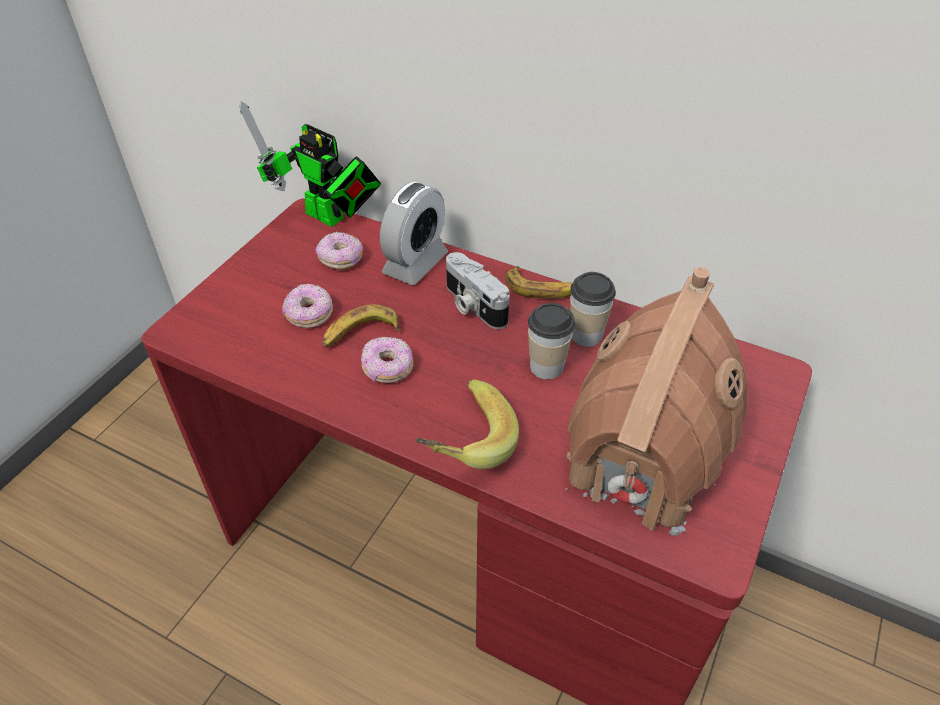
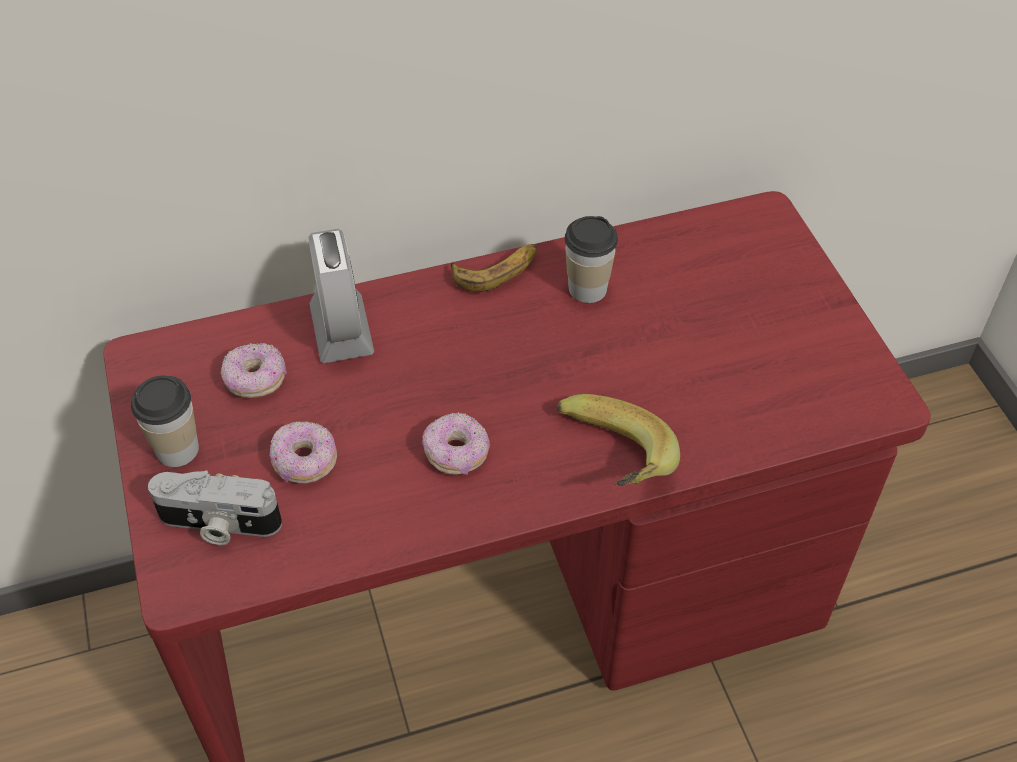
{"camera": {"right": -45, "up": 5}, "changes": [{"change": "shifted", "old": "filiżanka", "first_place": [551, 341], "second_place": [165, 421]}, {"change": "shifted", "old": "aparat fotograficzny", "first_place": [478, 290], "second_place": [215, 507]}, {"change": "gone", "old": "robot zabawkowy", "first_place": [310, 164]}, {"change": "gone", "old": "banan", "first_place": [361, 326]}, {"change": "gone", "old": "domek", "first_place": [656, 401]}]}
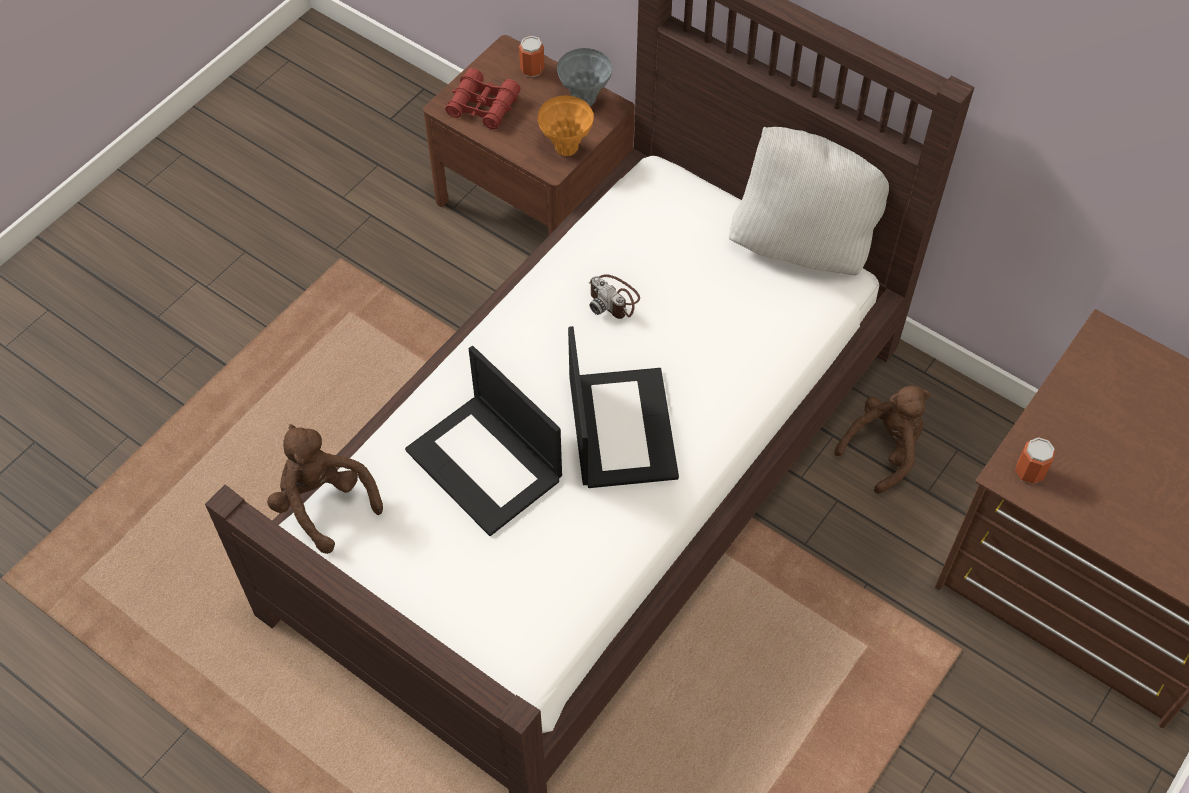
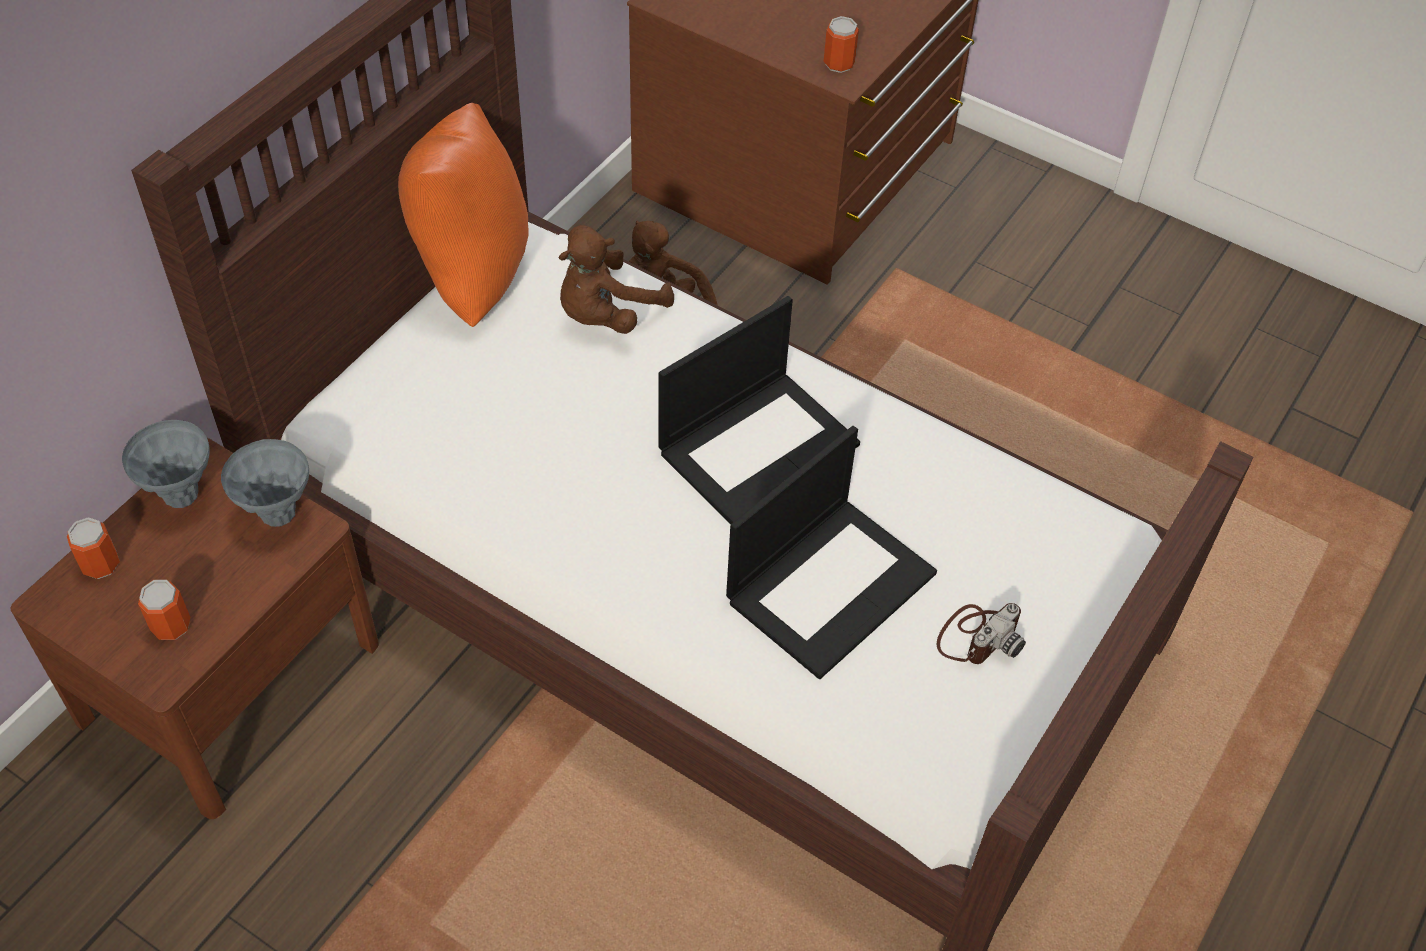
{"camera": {"right": -95, "up": -5}, "changes": [{"change": "swapped", "old": "lornetka (czerwony)", "new": "puszka", "first_place": [482, 99], "second_place": [164, 610]}, {"change": "repainted", "old": "wazon (pomarańczowy)", "new": "wazon (szary)", "first_place": [566, 126], "second_place": [265, 483]}, {"change": "repainted", "old": "poduszka (biały)", "new": "poduszka (pomarańczowy)", "first_place": [809, 201], "second_place": [463, 215]}, {"change": "shifted", "old": "pluszak (brązowy)", "first_place": [325, 489], "second_place": [616, 279]}, {"change": "rotated", "old": "laptop", "first_place": [623, 407], "second_place": [759, 410], "degrees": 150}, {"change": "shifted", "old": "aparat fotograficzny", "first_place": [614, 296], "second_place": [981, 633]}]}
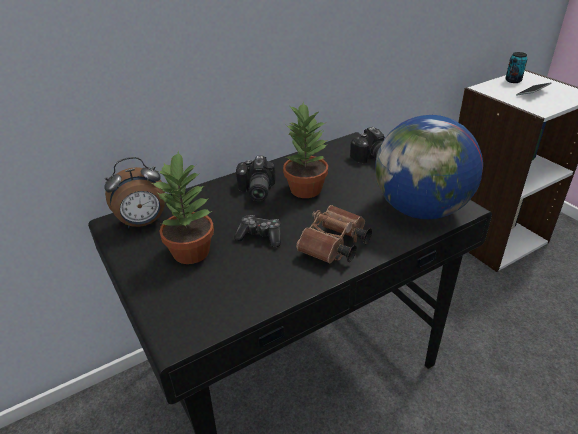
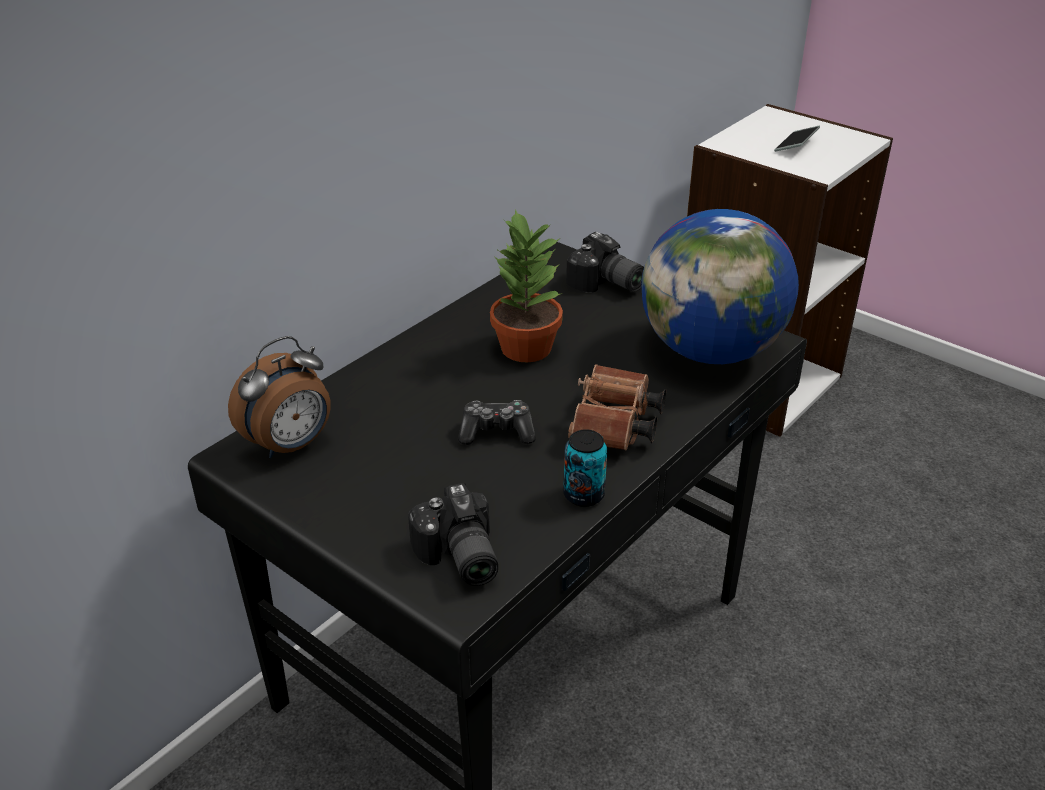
{"camera": {"right": -20, "up": 0}, "changes": [{"change": "shifted", "old": "aparat fotograficzny", "first_place": [256, 179], "second_place": [453, 534]}, {"change": "shifted", "old": "puszka", "first_place": [516, 67], "second_place": [585, 468]}, {"change": "gone", "old": "roślina doniczkowa", "first_place": [183, 207]}]}
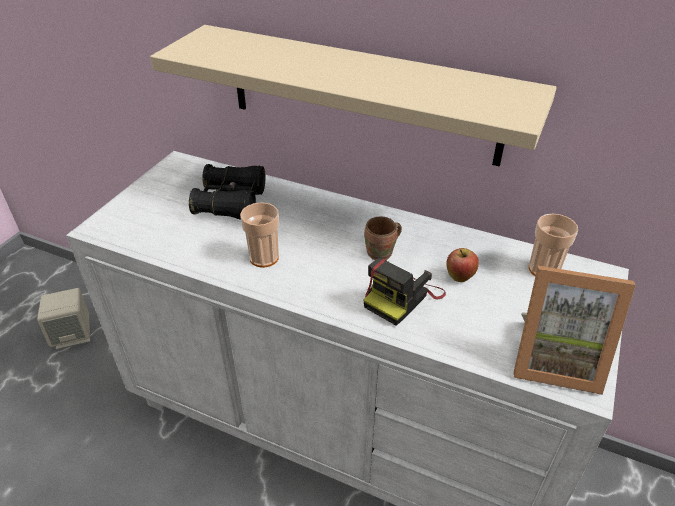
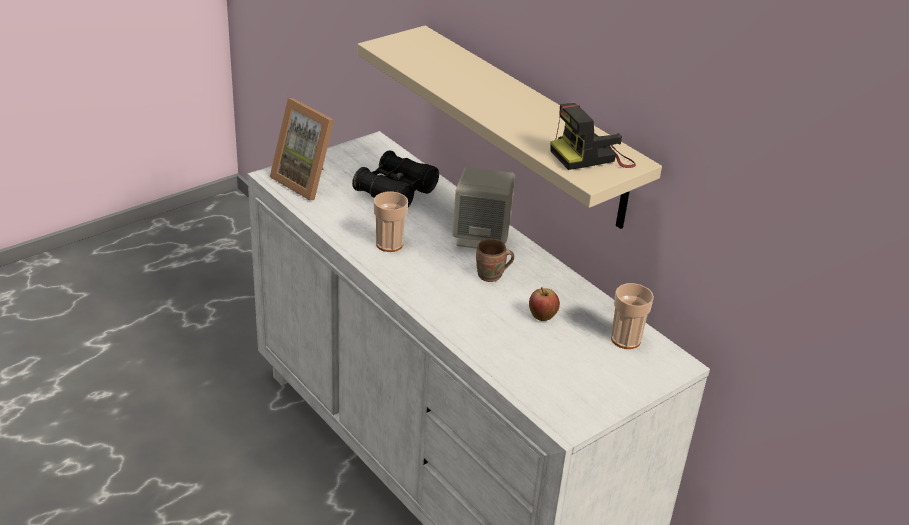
{"camera": {"right": 25, "up": -5}, "changes": [{"change": "shifted", "old": "ramka na zdjęcie", "first_place": [574, 330], "second_place": [302, 149]}, {"change": "shifted", "old": "głośnik (beżowy)", "first_place": [63, 319], "second_place": [483, 208]}, {"change": "shifted", "old": "aparat fotograficzny", "first_place": [405, 292], "second_place": [593, 136]}]}
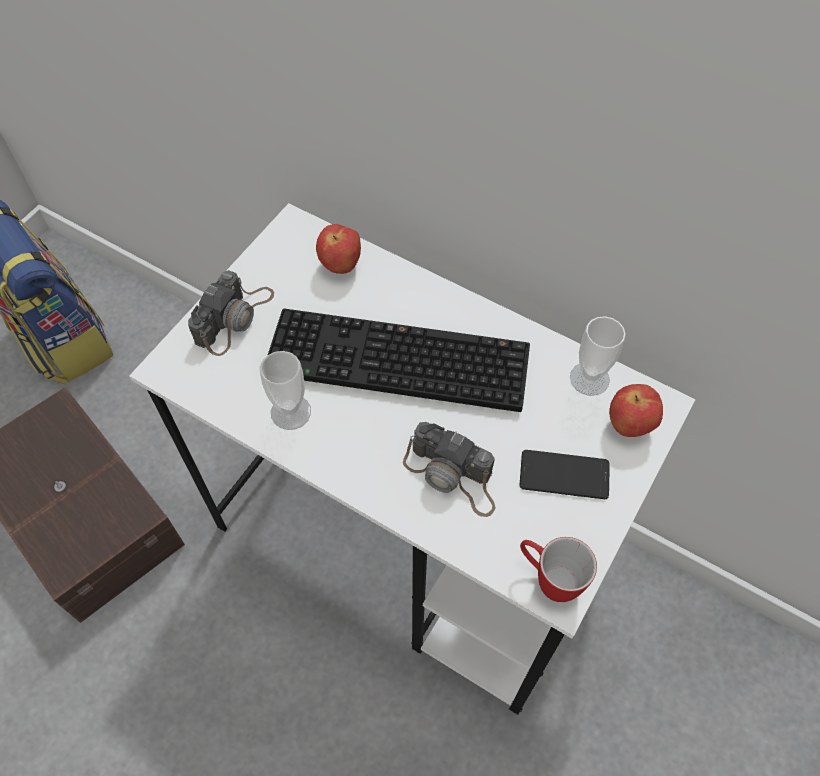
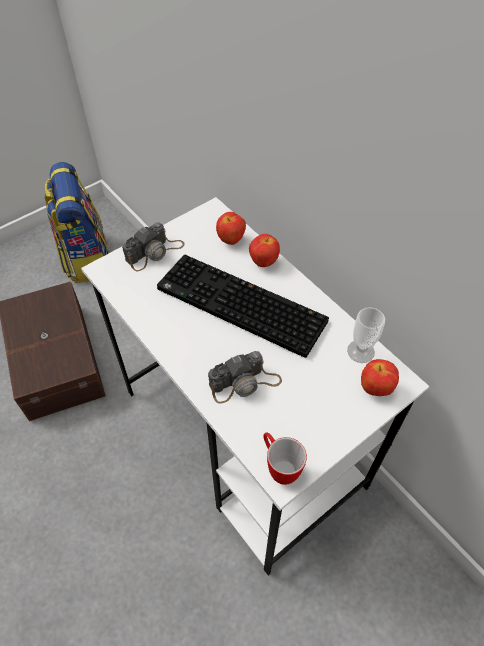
{"camera": {"right": 20, "up": -5}, "changes": [{"change": "rotated", "old": "aparat fotograficzny", "first_place": [449, 469], "second_place": [245, 377], "degrees": -75}, {"change": "new", "new": "jabłko", "second_place": [264, 250]}, {"change": "gone", "old": "filiżanka", "first_place": [285, 390]}, {"change": "gone", "old": "telefon", "first_place": [564, 474]}]}
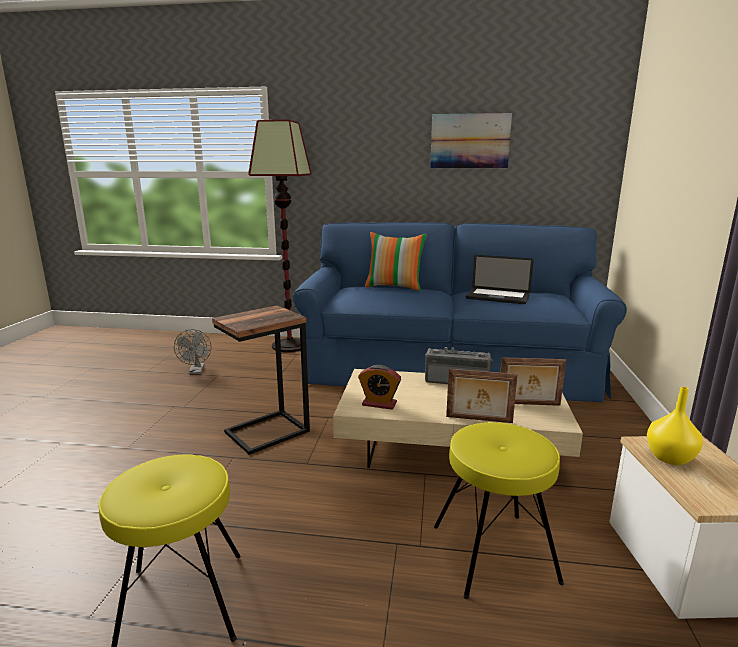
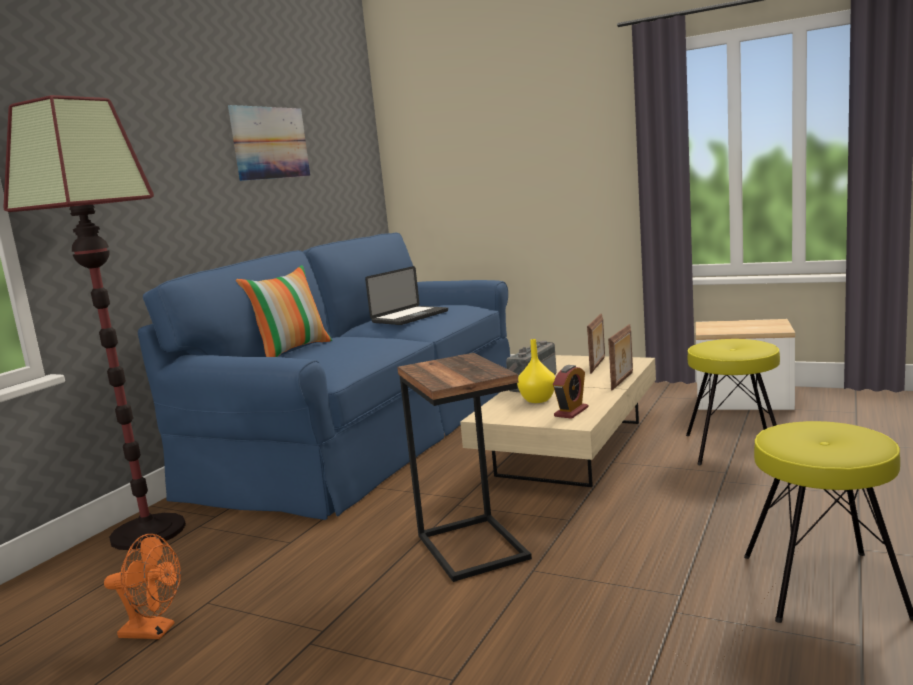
{"camera": {"right": -70, "up": -5}, "changes": [{"change": "repainted", "old": "wentylator (szary)", "new": "wentylator (pomarańczowy)", "first_place": [192, 351], "second_place": [142, 586]}, {"change": "shifted", "old": "wazon (żółty)", "first_place": [675, 426], "second_place": [536, 371]}]}
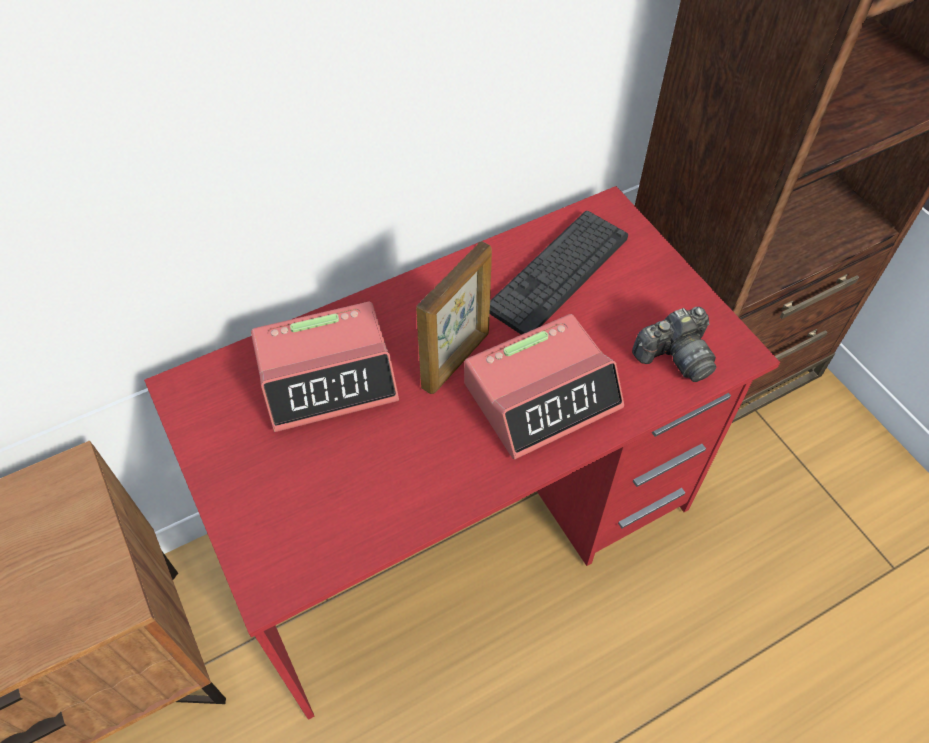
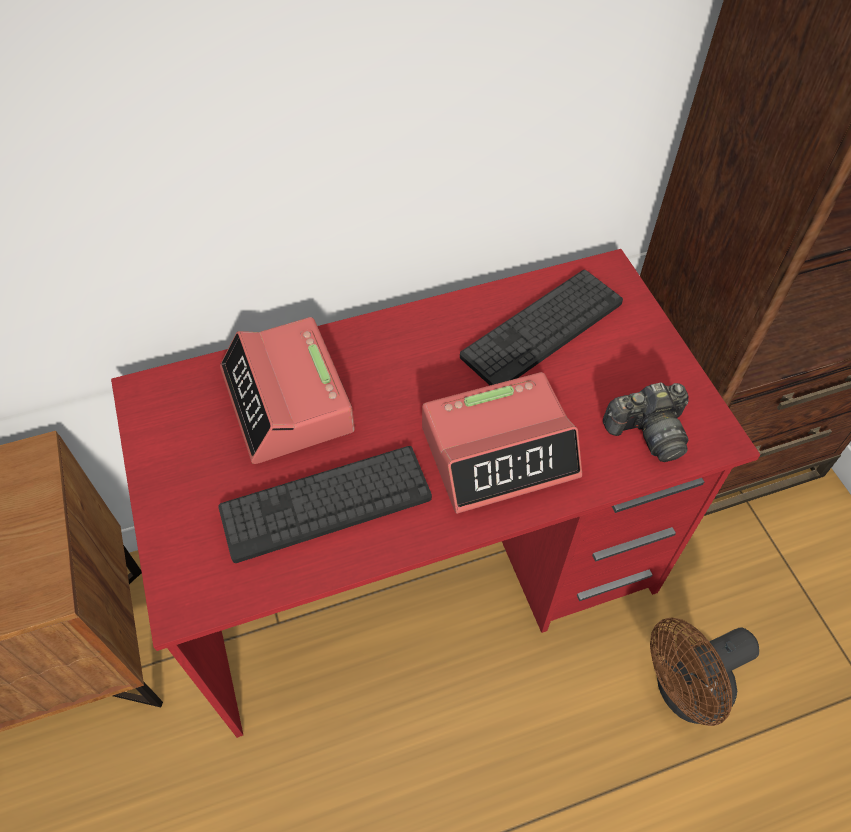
{"camera": {"right": 10, "up": 0}, "changes": [{"change": "new", "new": "klawiatura", "second_place": [325, 504]}, {"change": "rotated", "old": "budzik", "first_place": [325, 367], "second_place": [287, 390], "degrees": 75}, {"change": "new", "new": "wentylator (brązowy)", "second_place": [704, 671]}, {"change": "gone", "old": "ramka na zdjęcie", "first_place": [454, 317]}]}
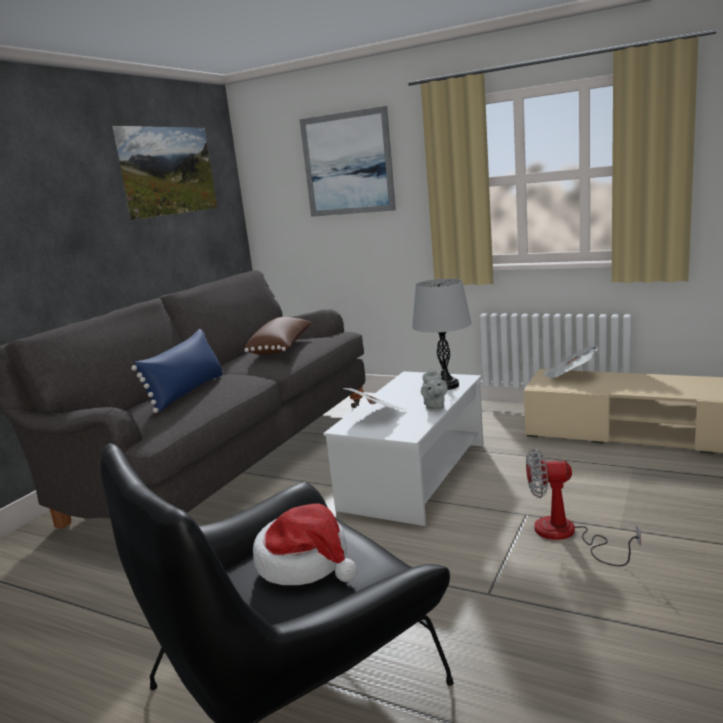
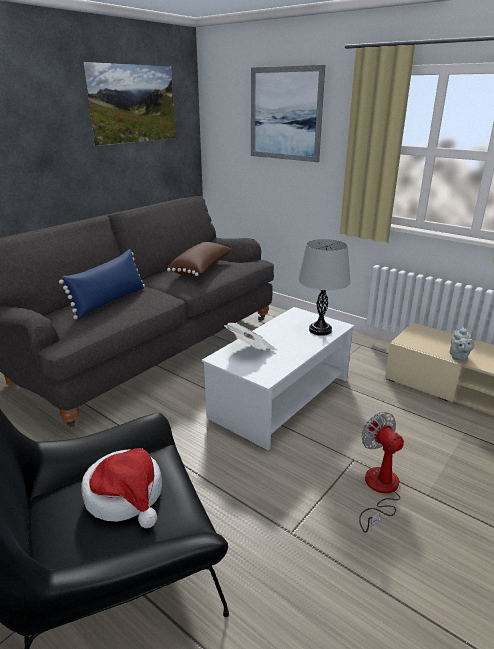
{"camera": {"right": 10, "up": 10}, "changes": [{"change": "rotated", "old": "wentylator", "first_place": [583, 507], "second_place": [381, 472], "degrees": 45}, {"change": "shifted", "old": "imbryk (szary)", "first_place": [434, 388], "second_place": [461, 344]}, {"change": "gone", "old": "gazeta", "first_place": [571, 362]}]}
